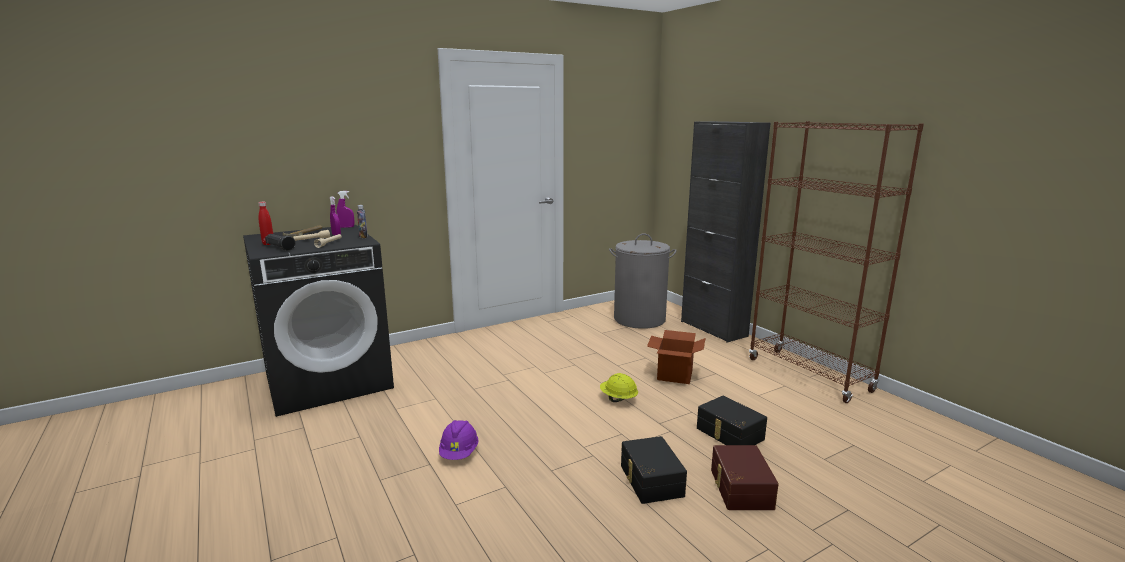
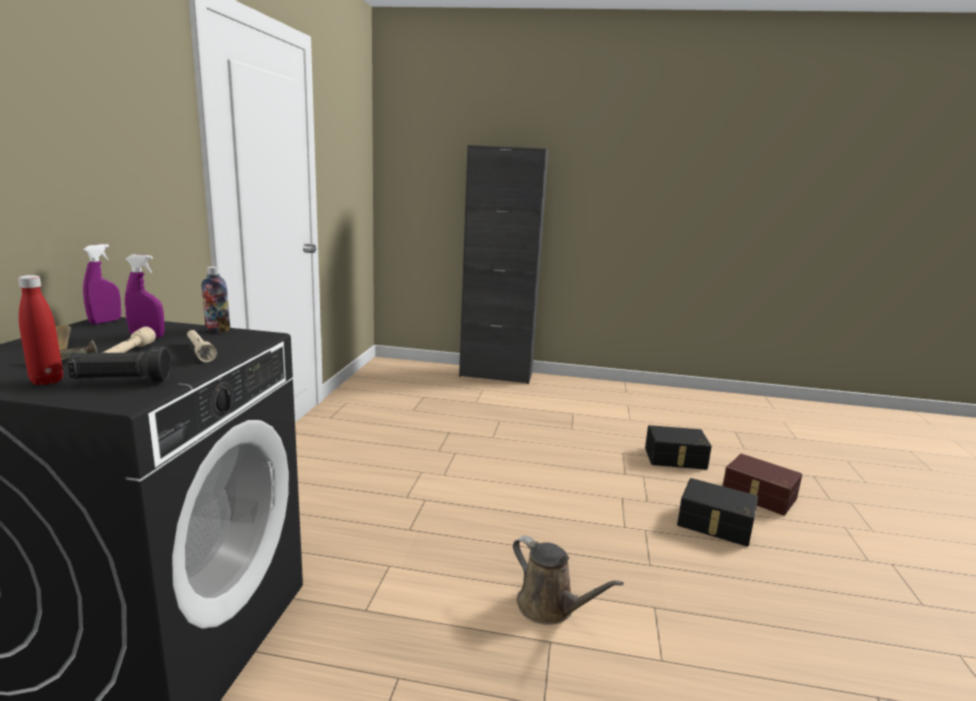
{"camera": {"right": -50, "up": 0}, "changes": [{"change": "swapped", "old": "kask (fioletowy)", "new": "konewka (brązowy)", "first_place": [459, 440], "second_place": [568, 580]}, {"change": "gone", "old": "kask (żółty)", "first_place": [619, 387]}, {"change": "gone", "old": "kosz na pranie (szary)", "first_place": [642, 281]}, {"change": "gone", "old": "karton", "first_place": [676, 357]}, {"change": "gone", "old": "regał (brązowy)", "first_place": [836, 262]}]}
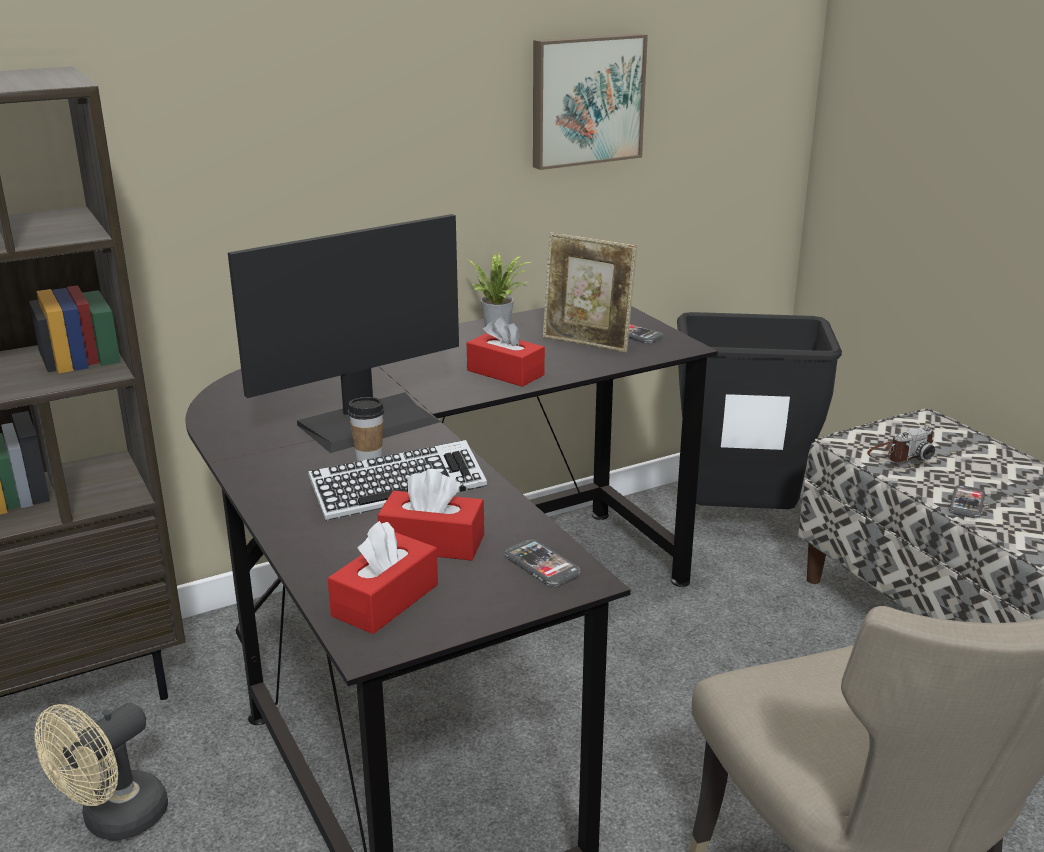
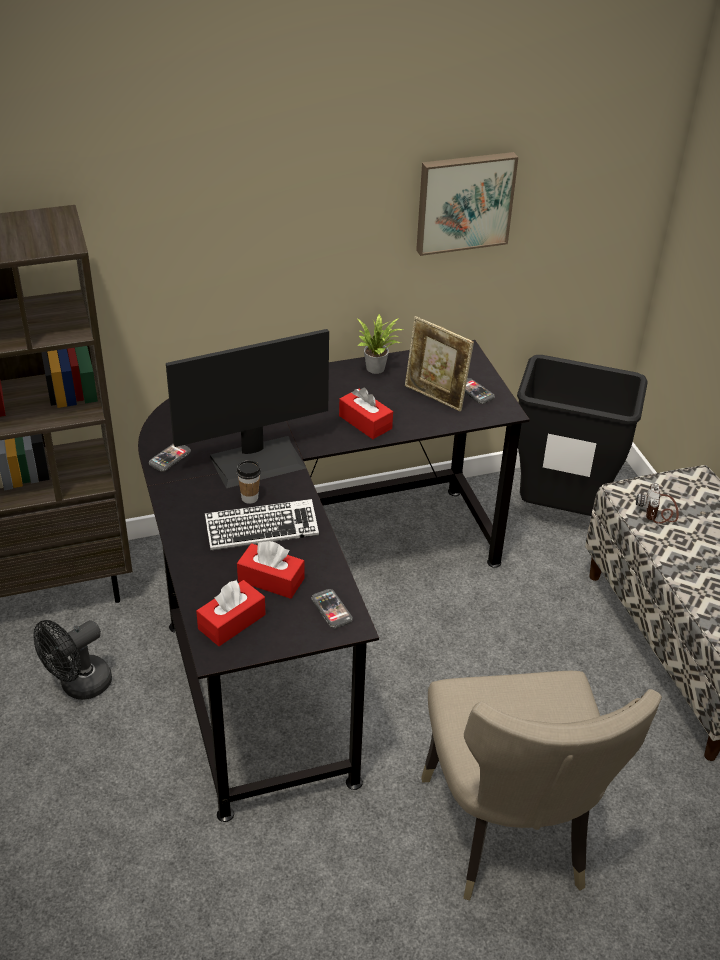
{"camera": {"right": 10, "up": 15}, "changes": [{"change": "repainted", "old": "wentylator (beżowy)", "new": "wentylator (czarny)", "first_place": [101, 772], "second_place": [72, 660]}, {"change": "shifted", "old": "telefon", "first_place": [967, 501], "second_place": [170, 458]}, {"change": "rotated", "old": "aparat fotograficzny", "first_place": [901, 444], "second_place": [657, 503], "degrees": 120}]}
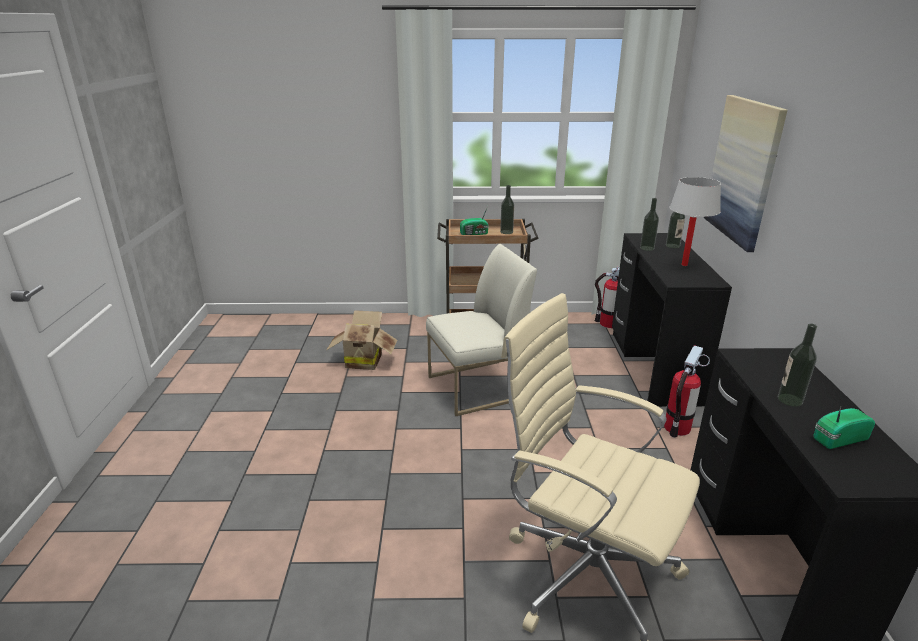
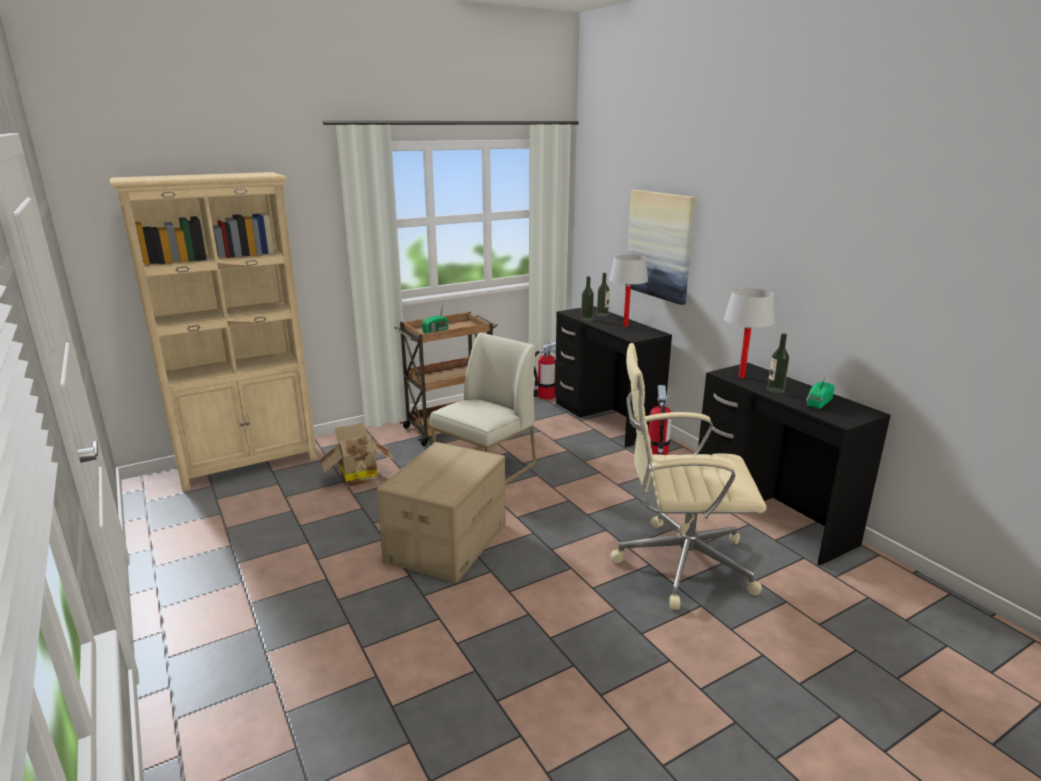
{"camera": {"right": -30, "up": -5}, "changes": [{"change": "new", "new": "regał (beżowy)", "second_place": [213, 331]}, {"change": "new", "new": "karton", "second_place": [440, 512]}, {"change": "new", "new": "lampa stołowa (biały)", "second_place": [749, 333]}, {"change": "gone", "old": "butelka", "first_place": [507, 209]}]}
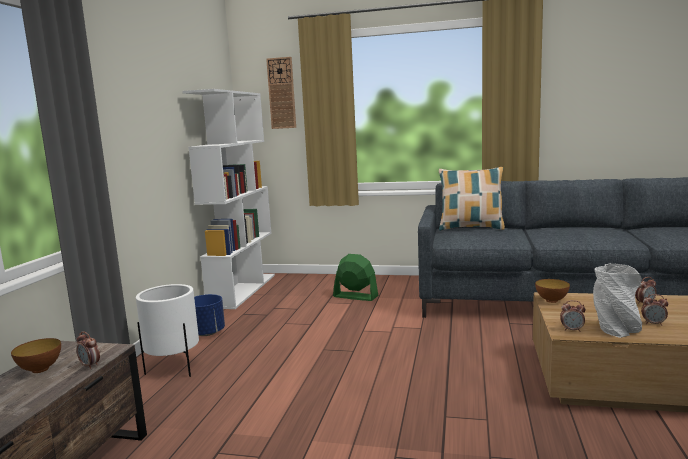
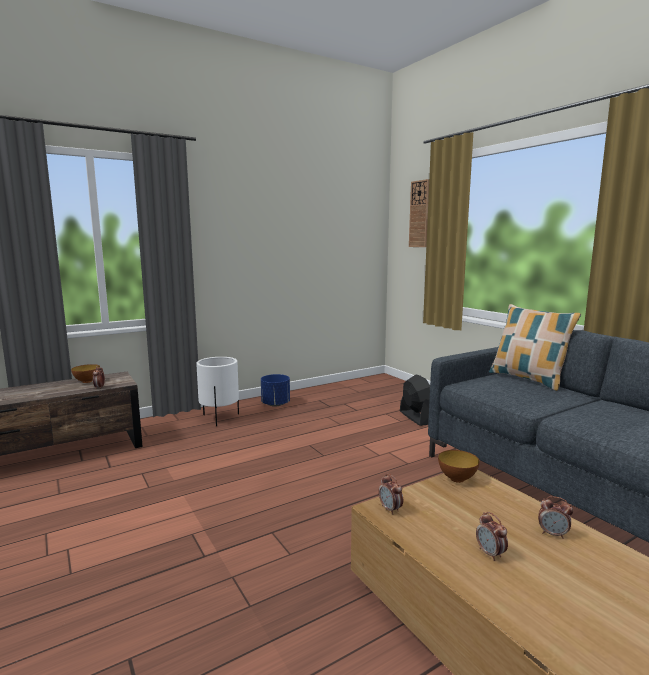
{"camera": {"right": 45, "up": 0}, "changes": [{"change": "repainted", "old": "wentylator (zielony)", "new": "wentylator (czarny)", "first_place": [356, 277], "second_place": [415, 400]}, {"change": "gone", "old": "regał (biały)", "first_place": [228, 199]}, {"change": "gone", "old": "wazon (szary)", "first_place": [617, 300]}]}
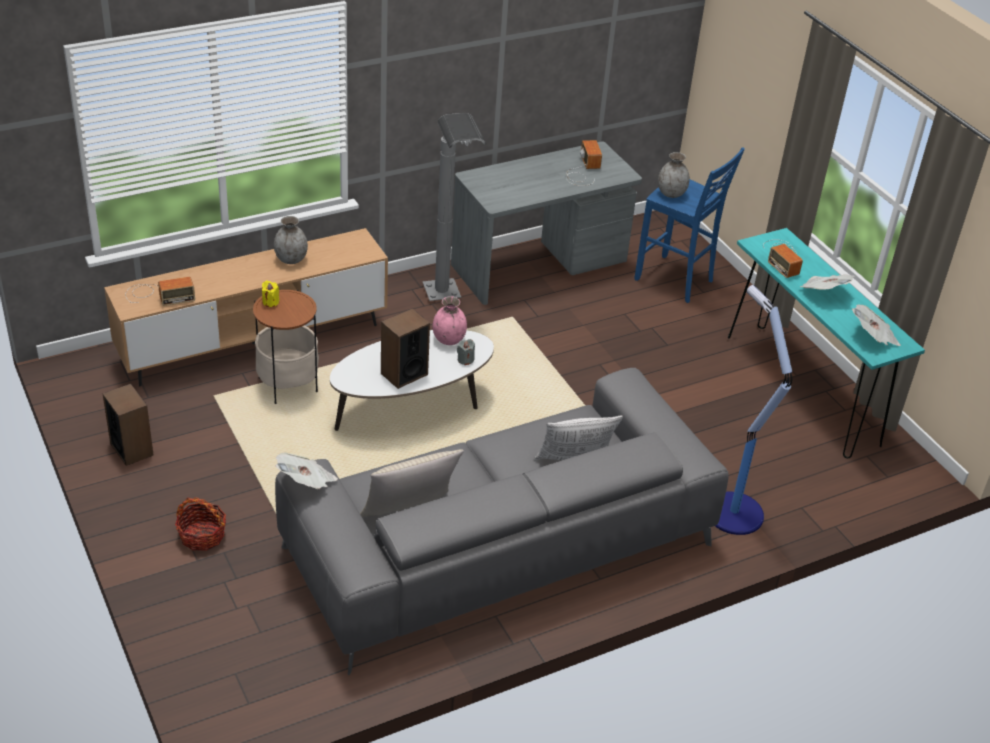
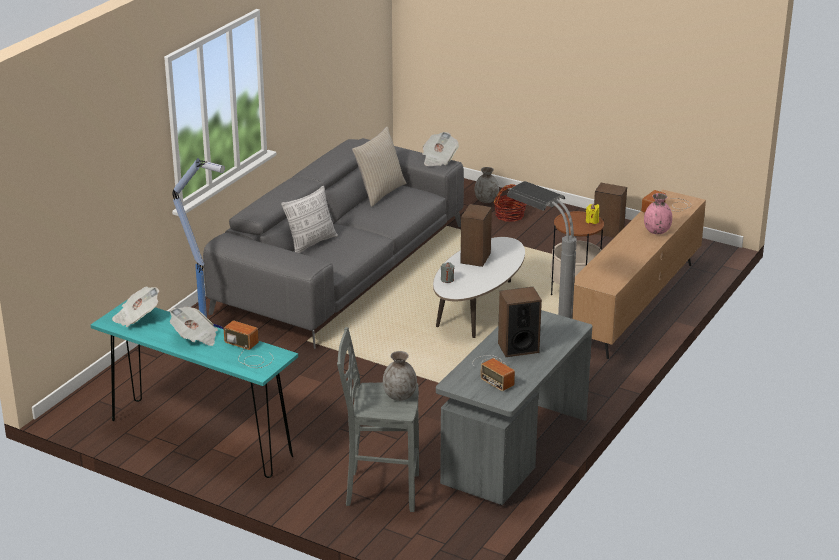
{"camera": {"right": 150, "up": -10}, "changes": [{"change": "repainted", "old": "stołek (niebieski)", "new": "stołek (szary)", "first_place": [689, 225], "second_place": [378, 419]}, {"change": "shifted", "old": "wazon (szary)", "first_place": [291, 240], "second_place": [487, 185]}, {"change": "new", "new": "głośnik", "second_place": [520, 322]}, {"change": "shifted", "old": "wazon (różowy)", "first_place": [450, 320], "second_place": [658, 213]}]}
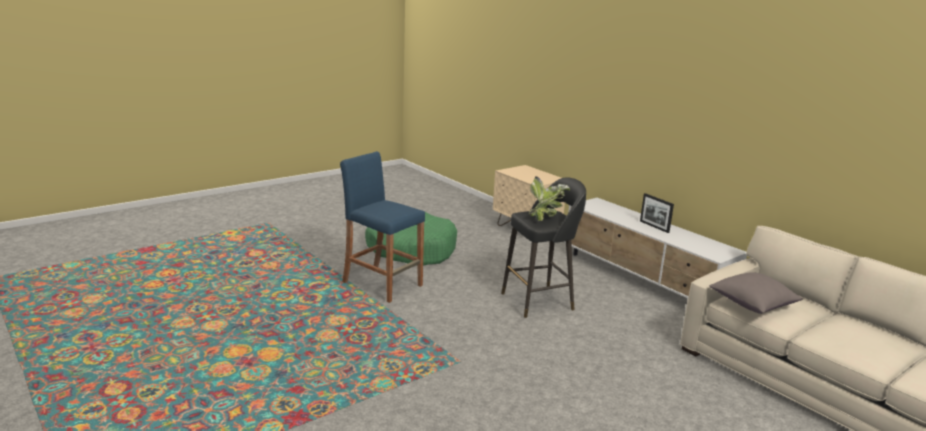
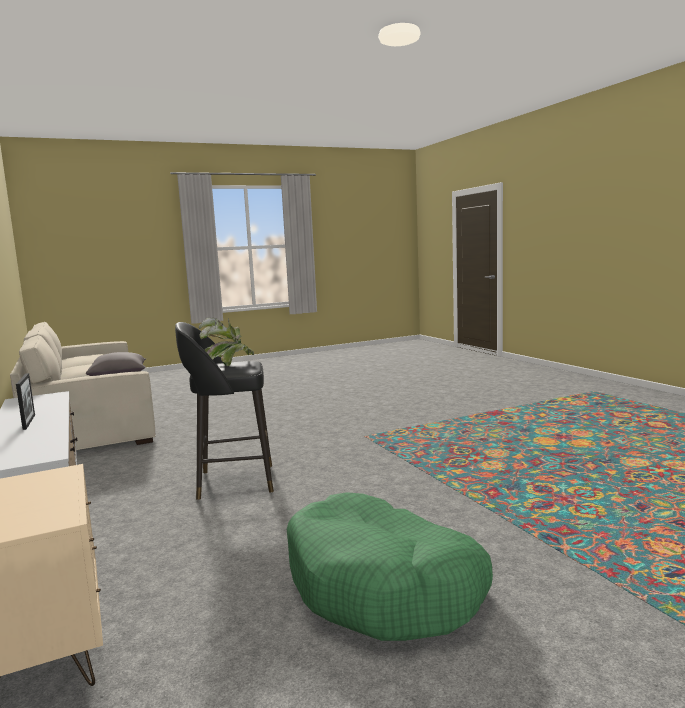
{"camera": {"right": -165, "up": -10}, "changes": [{"change": "gone", "old": "stołek (niebieski)", "first_place": [382, 227]}]}
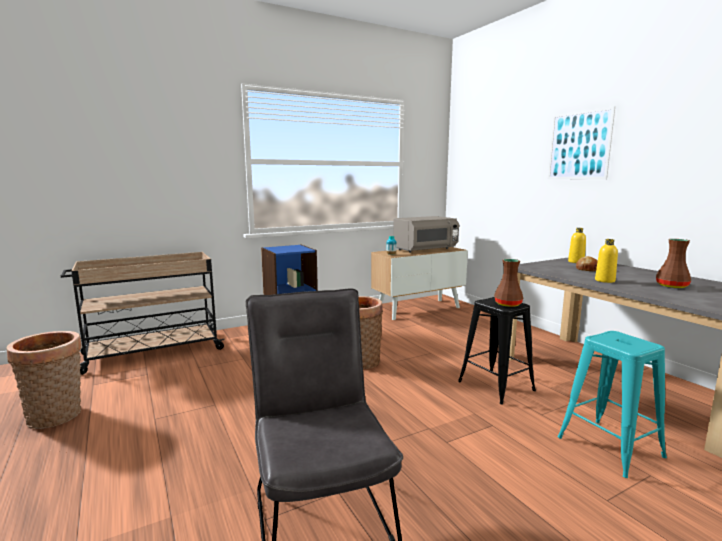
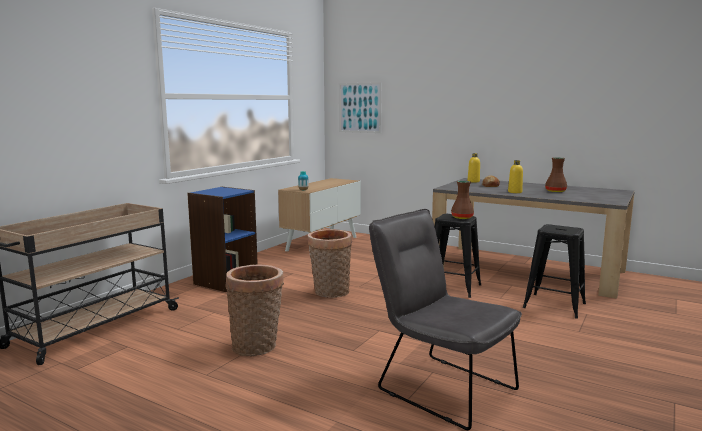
{"camera": {"right": -30, "up": 0}, "changes": [{"change": "shifted", "old": "koszyk", "first_place": [44, 380], "second_place": [254, 310]}, {"change": "shifted", "old": "obraz", "first_place": [581, 142], "second_place": [360, 107]}, {"change": "repainted", "old": "stołek (turkusowy)", "new": "stołek (czarny)", "first_place": [612, 404], "second_place": [554, 271]}, {"change": "gone", "old": "mikrofalówka (szary)", "first_place": [426, 234]}]}
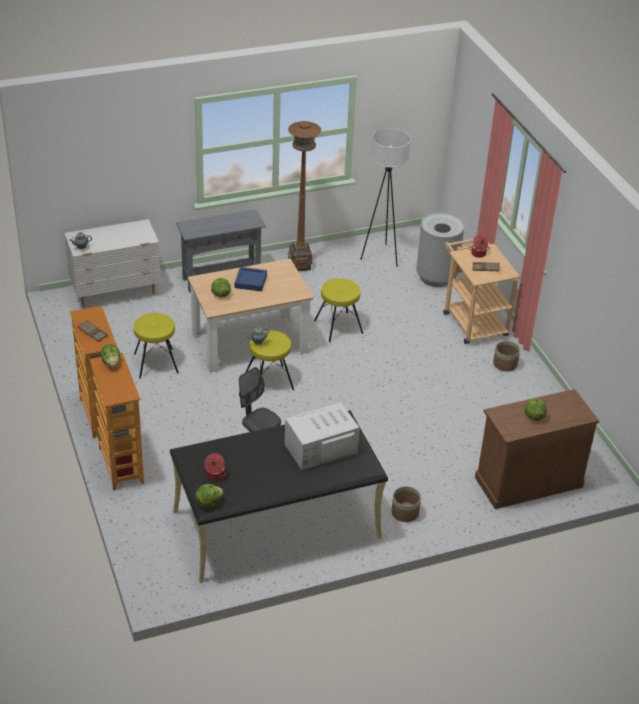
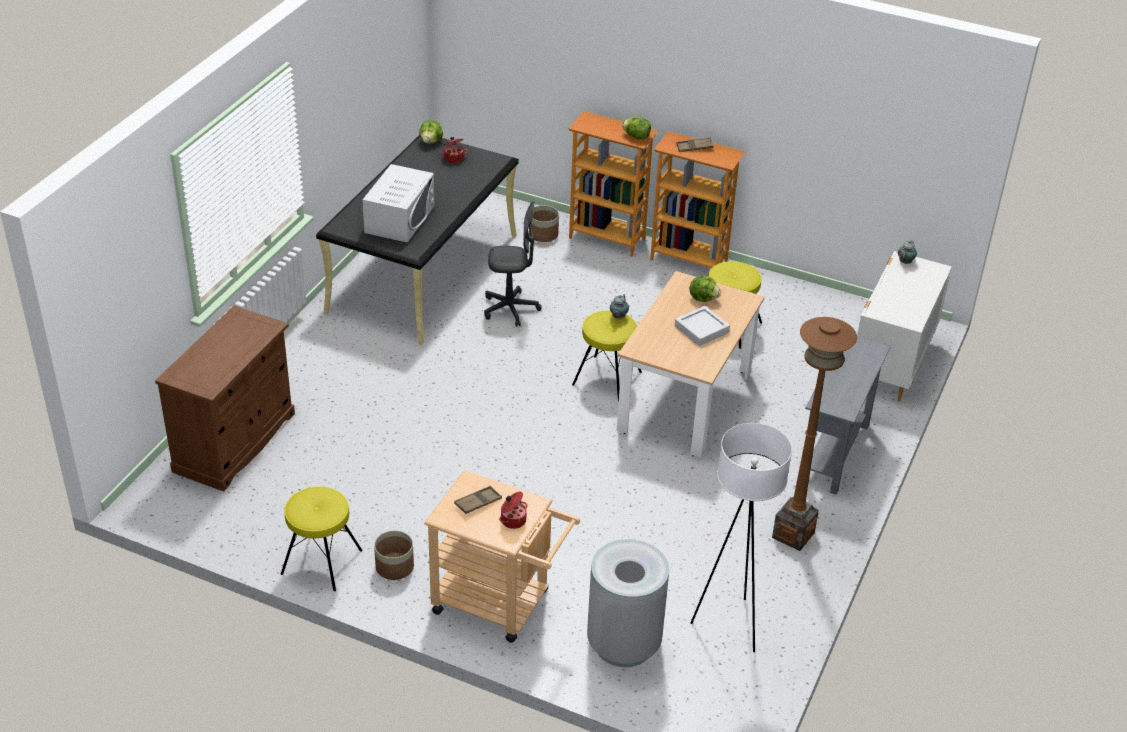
{"camera": {"right": 135, "up": 0}, "changes": [{"change": "shifted", "old": "stołek (żółty)", "first_place": [338, 310], "second_place": [321, 539]}, {"change": "shifted", "old": "donica", "first_place": [406, 504], "second_place": [544, 223]}, {"change": "repainted", "old": "taca (niebieski)", "new": "taca (szary)", "first_place": [250, 279], "second_place": [702, 326]}, {"change": "gone", "old": "sałata", "first_place": [536, 410]}]}
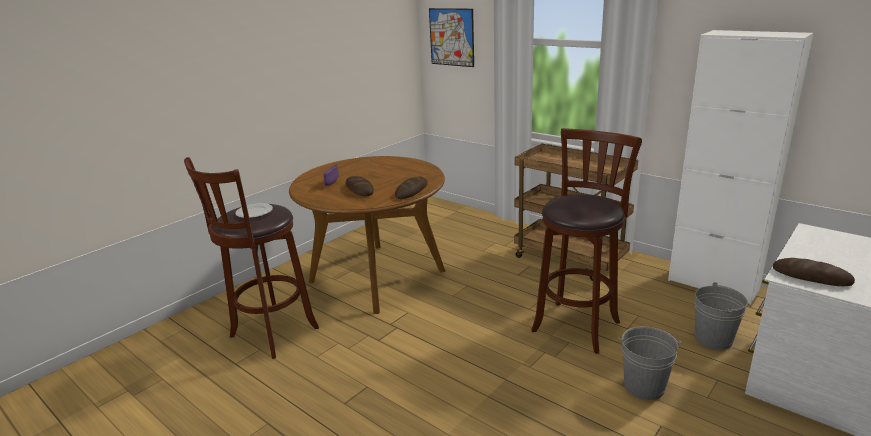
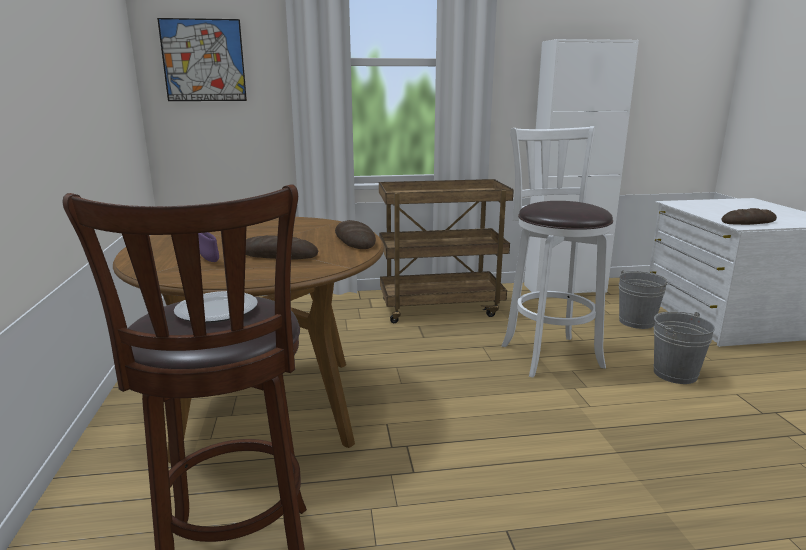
{"camera": {"right": -50, "up": -5}, "changes": [{"change": "repainted", "old": "stołek (brązowy)", "new": "stołek (biały)", "first_place": [586, 241], "second_place": [557, 252]}]}
